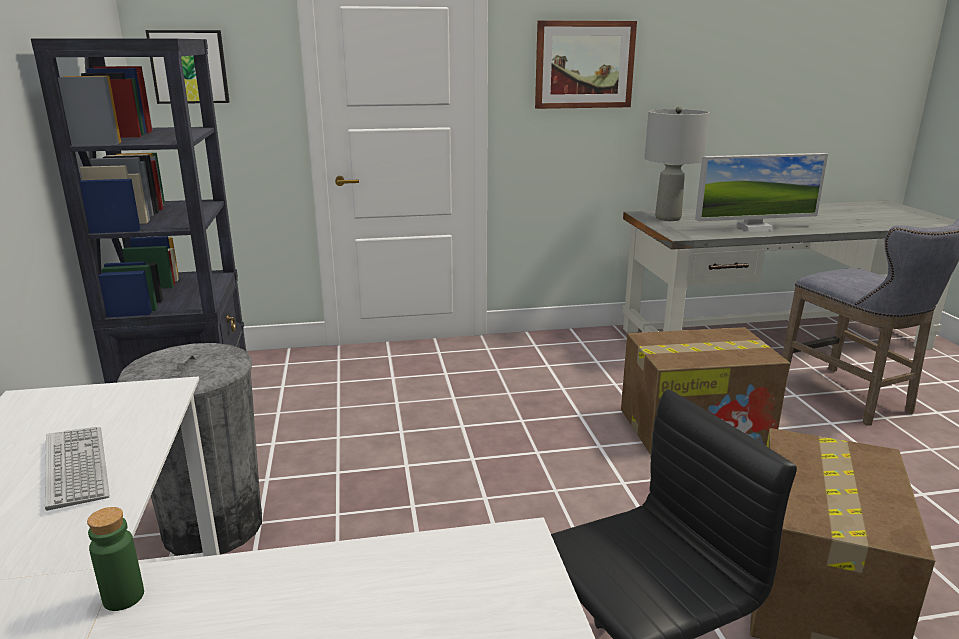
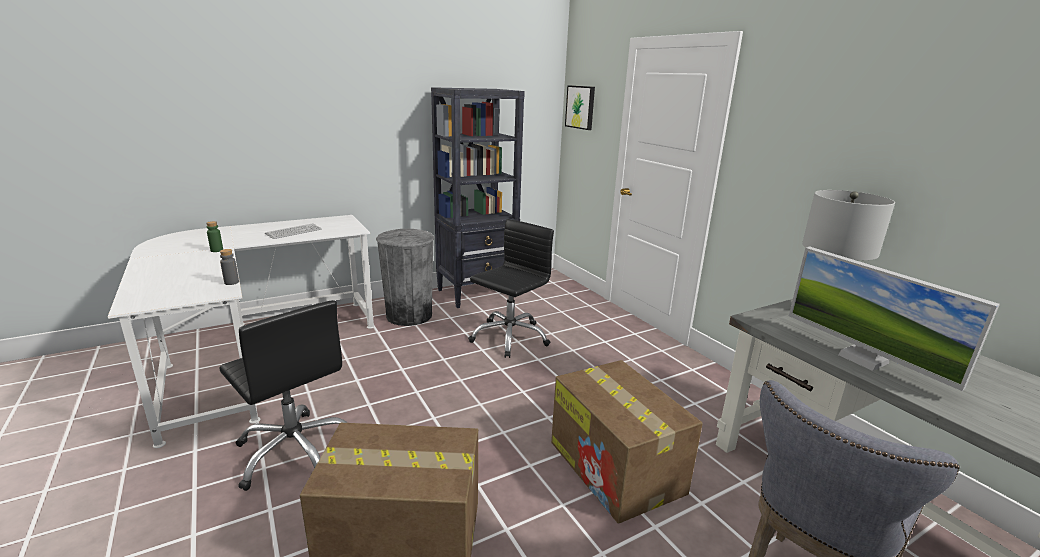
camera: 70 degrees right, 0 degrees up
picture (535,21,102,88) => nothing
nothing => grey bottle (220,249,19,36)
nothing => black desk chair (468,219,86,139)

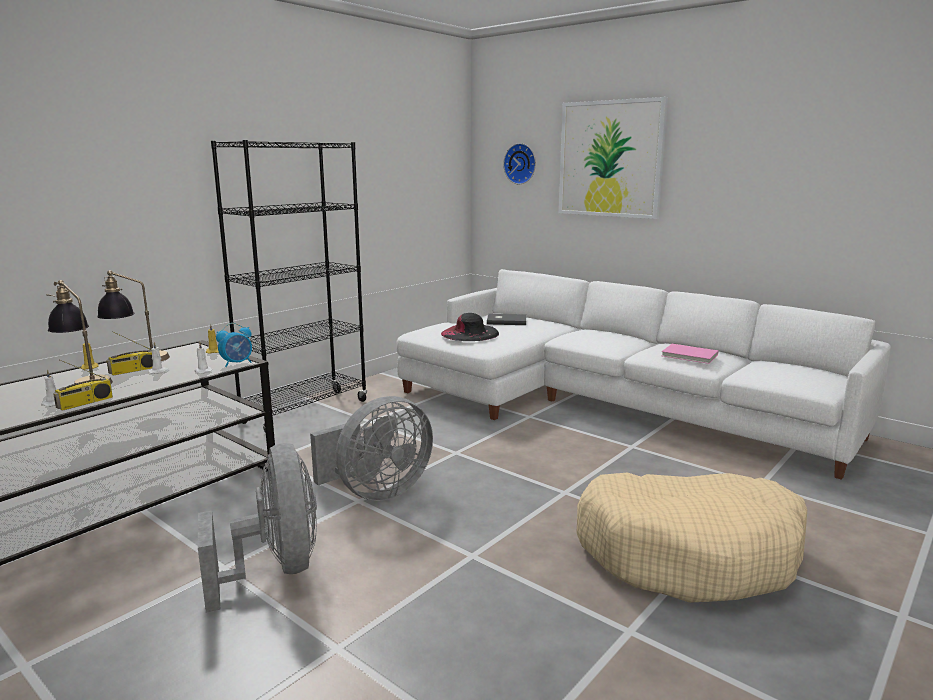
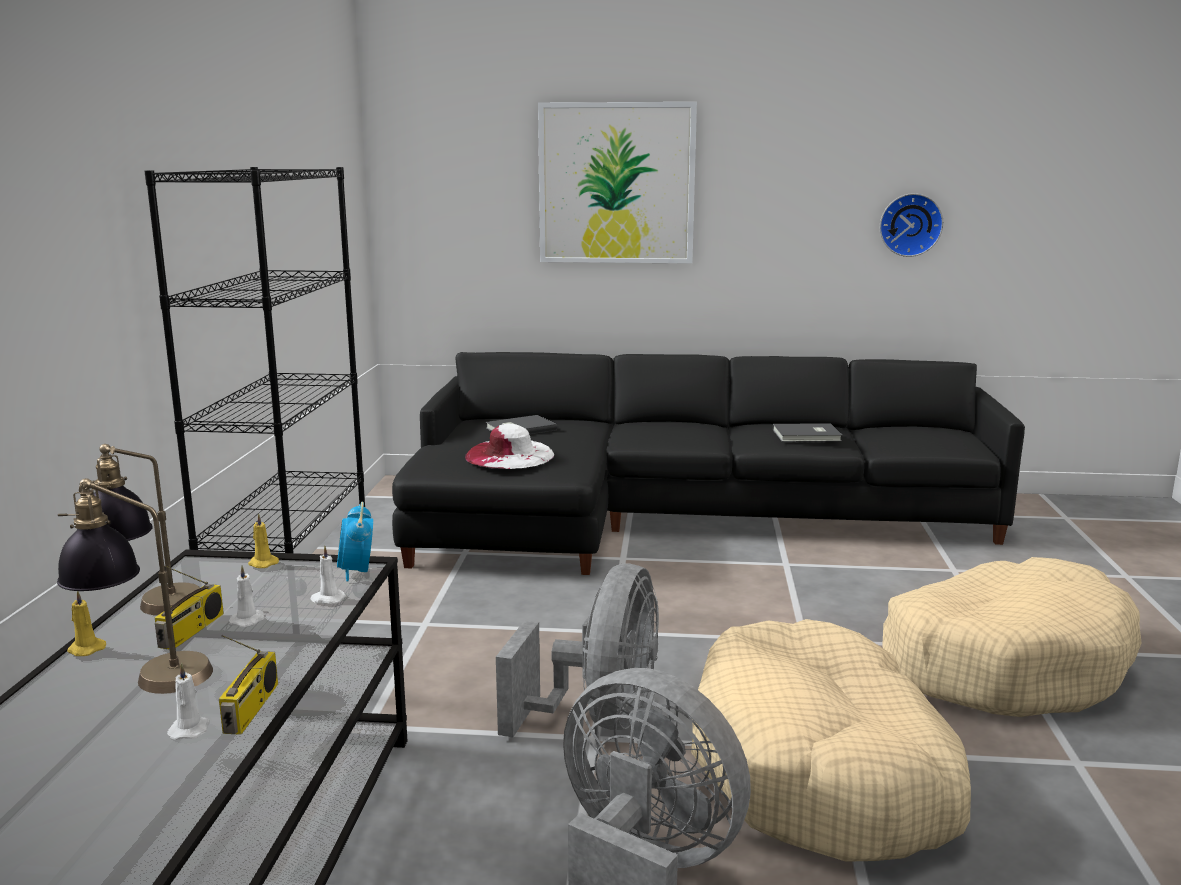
camera: 35 degrees left, 0 degrees up
nothing => beige-coloured dog cushion (691,619,280,243)
clock on the wall (503,143,33,41) => clock on the wall (880,193,63,64), moved
whitish settee (396,269,495,211) => black settee (392,352,633,223)
black hat (441,313,58,28) => whitish hat (465,424,89,45)
pink-coloured volume (662,344,57,20) => grey volume (773,423,69,19)
bedside clock (216,323,36,44) => bedside clock (337,502,36,79), 150 degrees clockwise

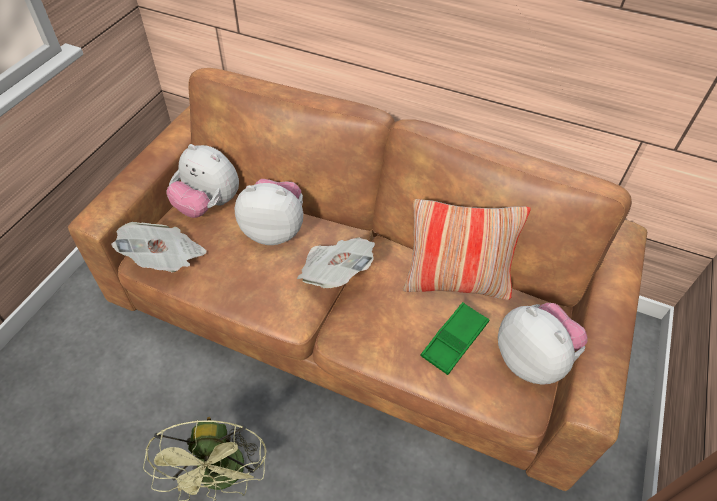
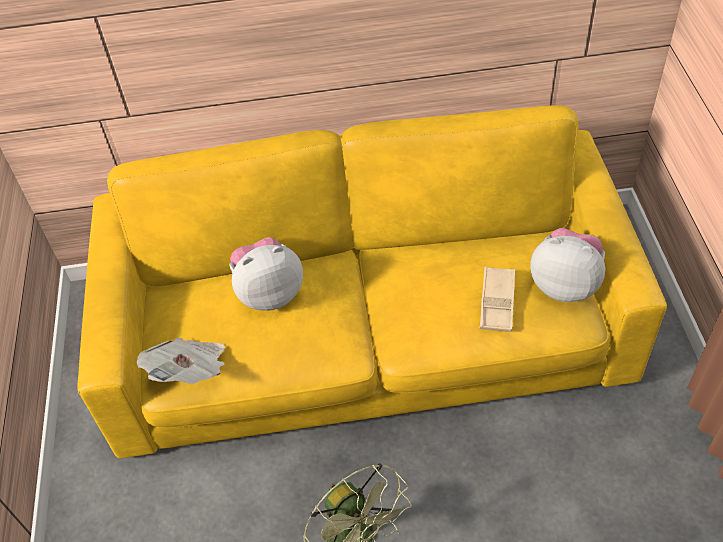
camera: 25 degrees left, 0 degrees up
plush toy (167,144,72,74) => nothing
printed paper (297,237,78,51) => nothing
throw pillow (403,199,128,101) => nothing
brown-coloured settee (68,68,579,423) => yellowish settee (78,105,589,353)
greenish tray (420,302,69,73) => beige-coloured tray (479,267,36,65)

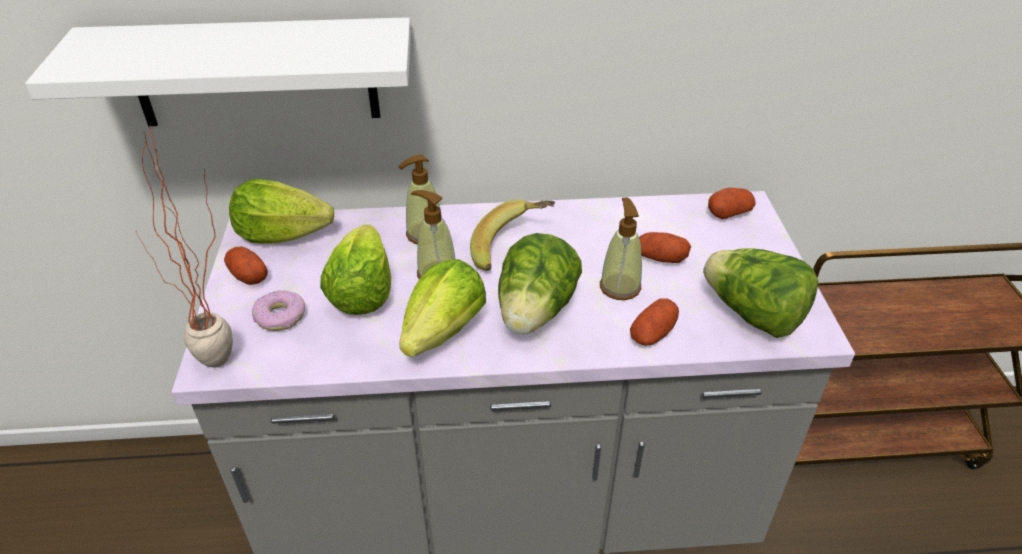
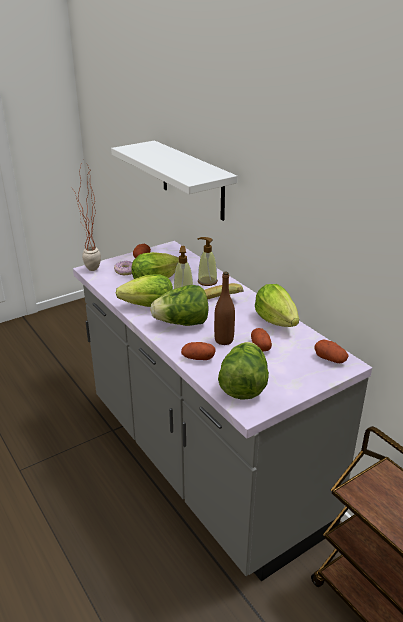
camera: 60 degrees right, 10 degrees down
lettuce head (229,179,105,65) => lettuce head (255,284,44,43), moved
liquid soap bottle (600,197,42,103) => brown-coloured bottle (214,271,21,74)

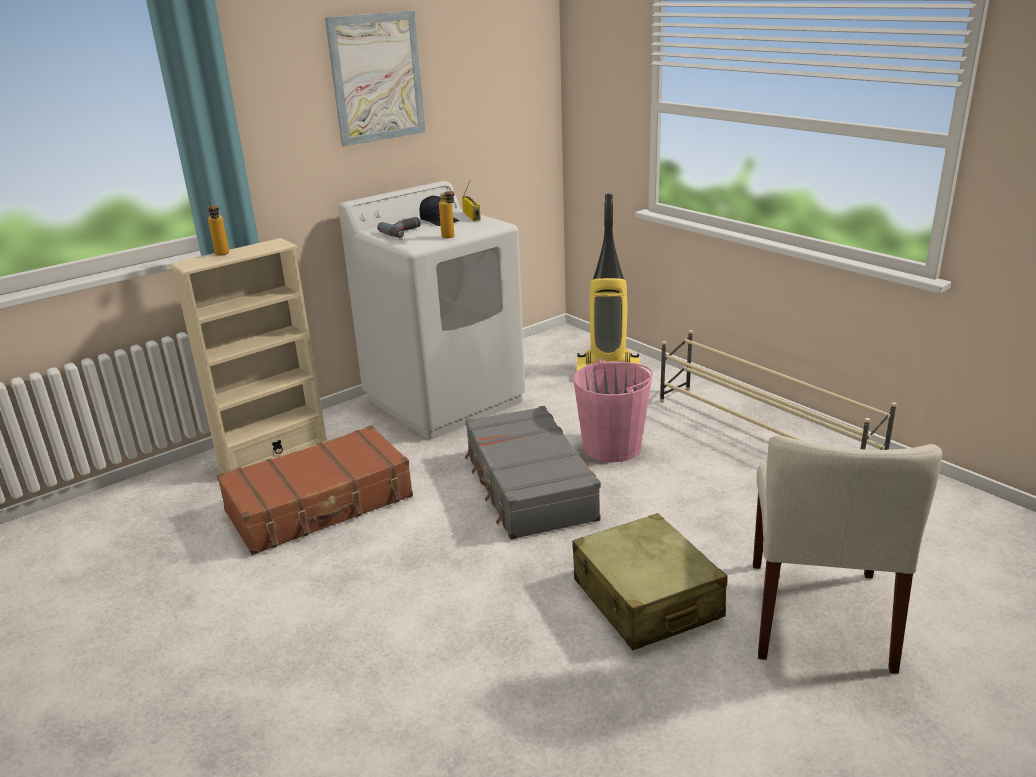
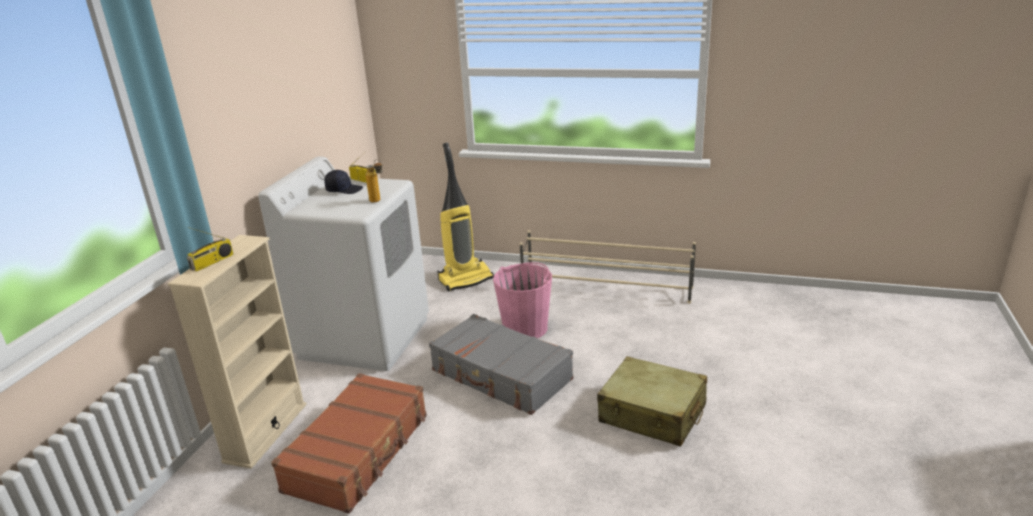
camera: 35 degrees left, 0 degrees up
picture (325,10,101,136) => nothing
drill (377,217,44,21) => nothing
beige-coloured plain chair (753,435,189,239) => nothing
bottle (208,200,21,56) => radio (187,227,47,44)

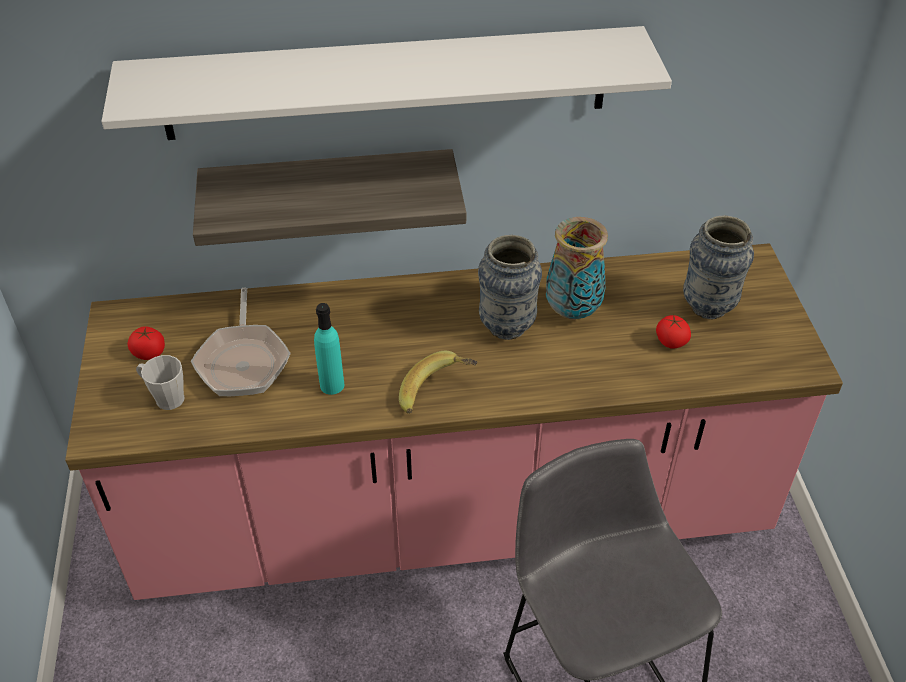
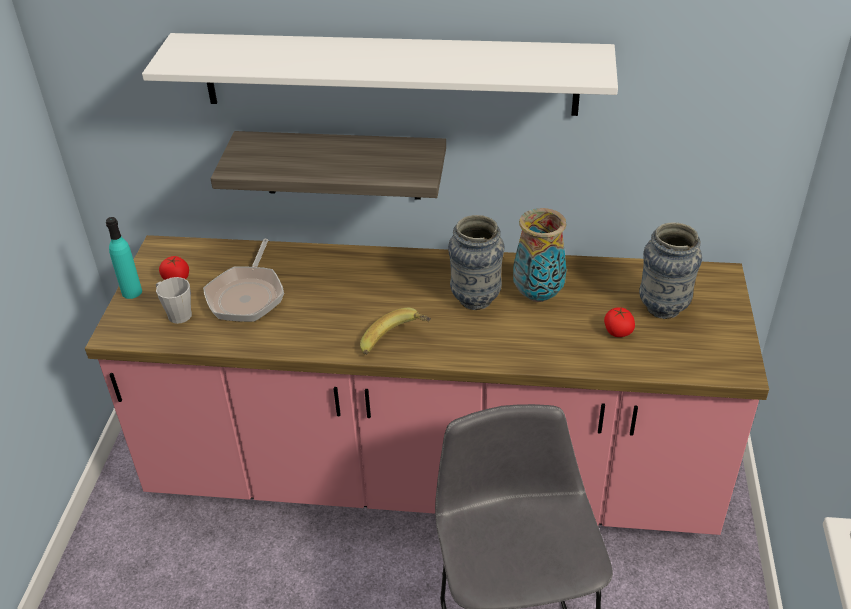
camera: 15 degrees right, 5 degrees down
turquoise-coloured bottle (314,303,30,92) => turquoise-coloured bottle (106,217,36,82), moved

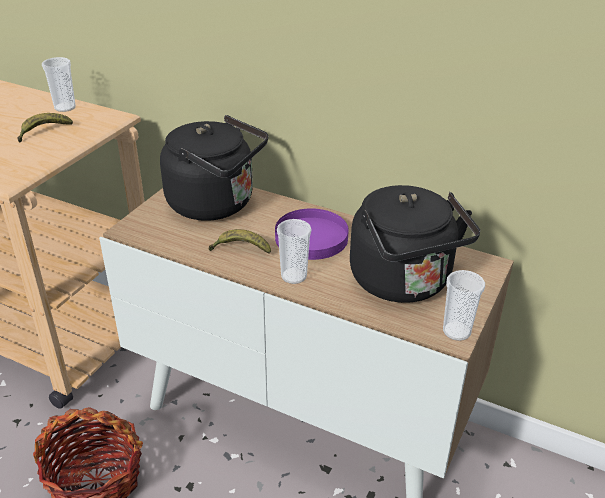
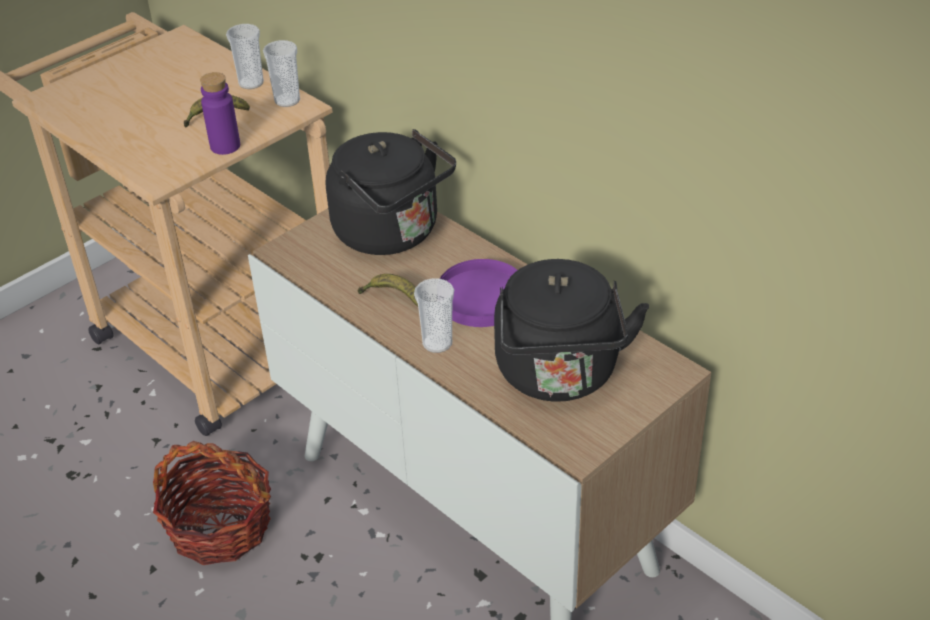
camera: 20 degrees right, 5 degrees up
nothing => purplish bottle (200,72,40,83)
cup (443,270,42,71) => cup (263,40,37,67), moved

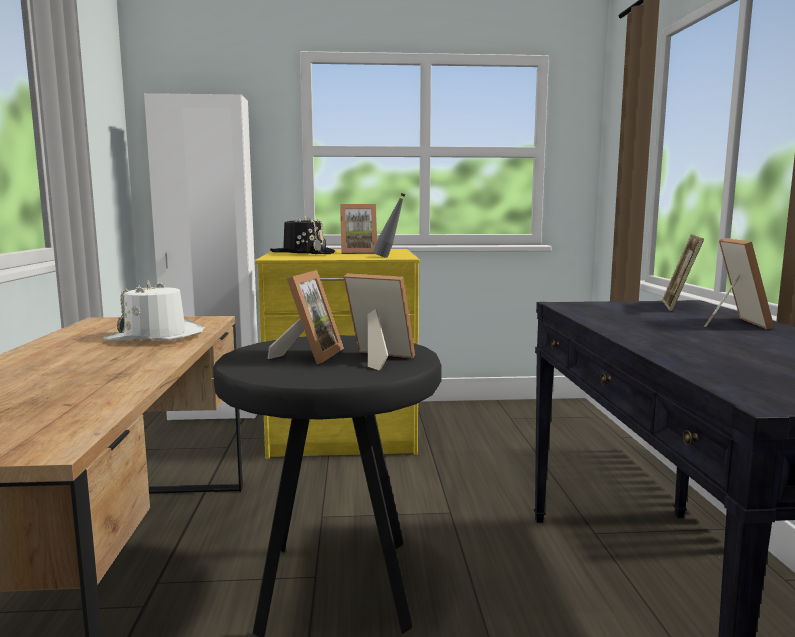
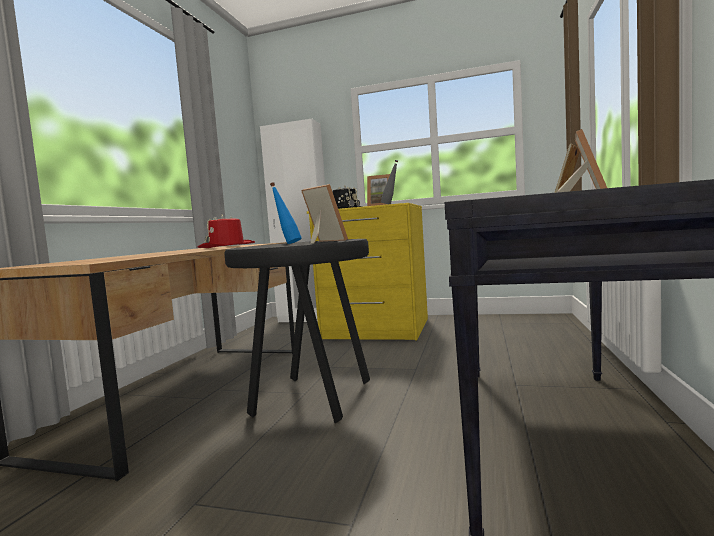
camera: 20 degrees right, 5 degrees down
photo frame (268,270,76,94) => blue-coloured bottle (270,182,32,62)
whitish hat (103,280,102,61) => red-coloured hat (197,215,58,33)

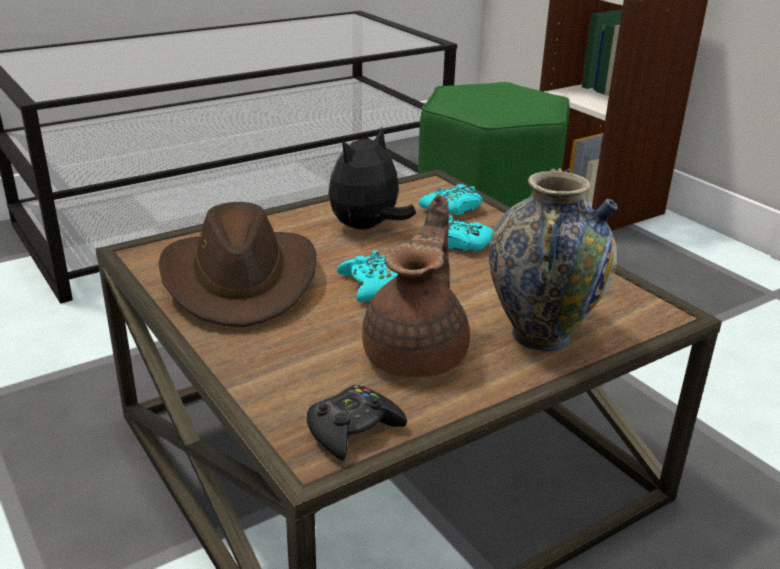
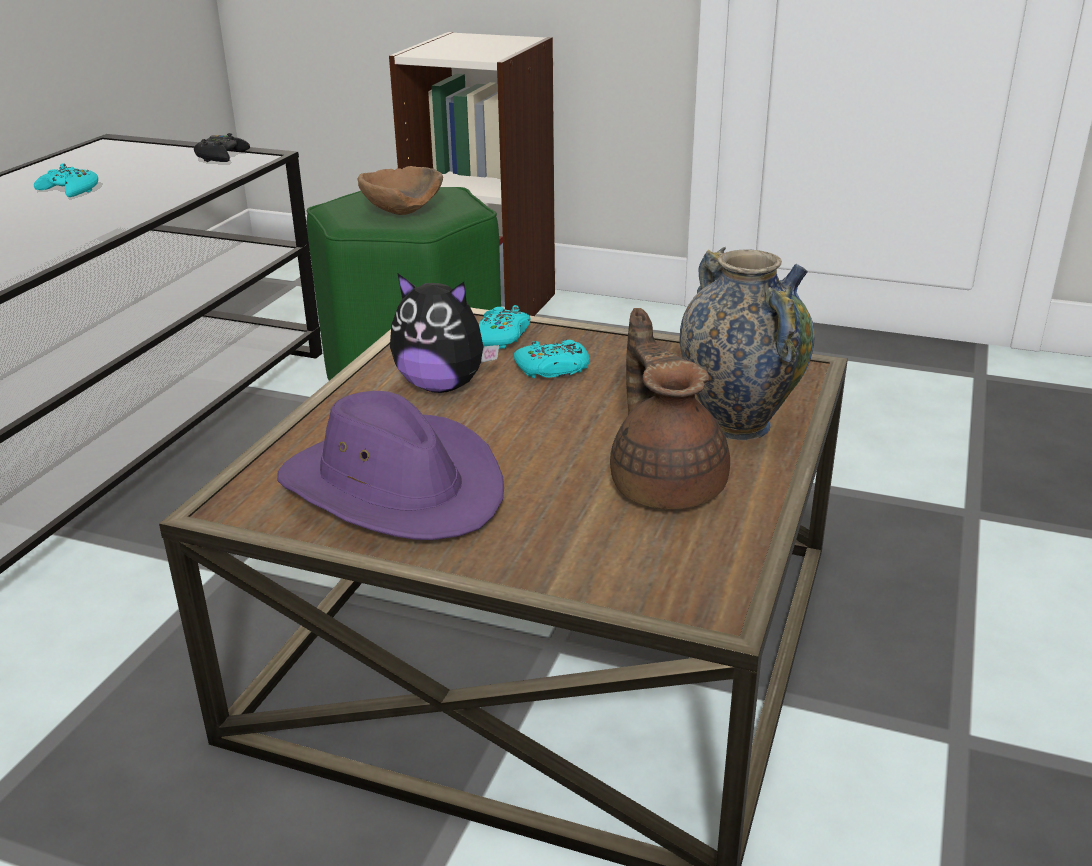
camera: 35 degrees left, 0 degrees up
nothing => brown-coloured serving bowl (357,166,86,49)
black gamepad (307,385,100,75) => black gamepad (194,133,56,29), moved
turquoise-coloured gamepad (337,250,61,52) => turquoise-coloured gamepad (34,163,64,34), moved
brown-coloured hat (159,202,157,125) => purplish hat (277,391,227,149)
plush toy (328,127,88,102) => plush toy (390,274,109,119), 75 degrees counterclockwise

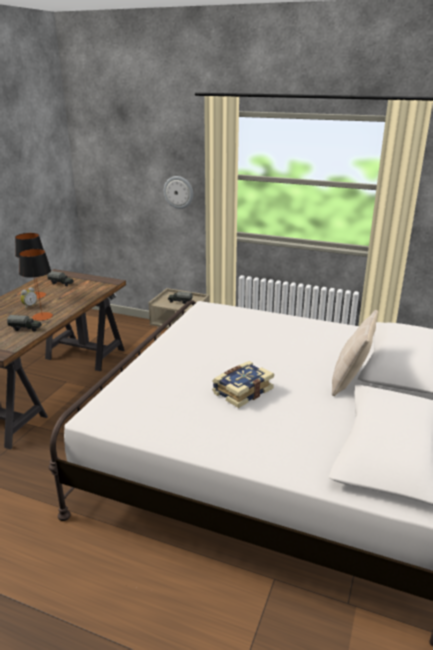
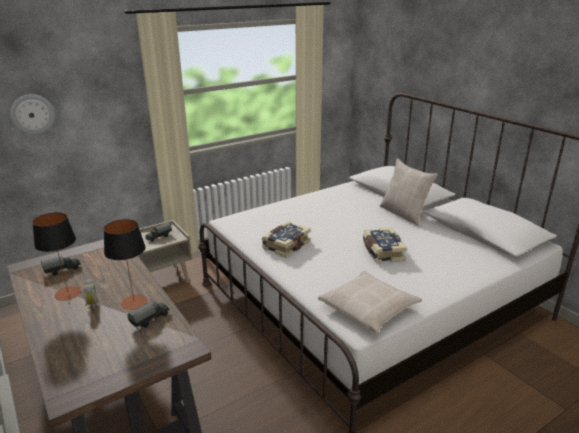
camera: 55 degrees left, 0 degrees up
nothing => volume (262,221,49,37)
nothing => beige-coloured throw pillow (318,270,104,63)
clock on the wall (164,176,29,33) => clock on the wall (10,94,45,41), moved

